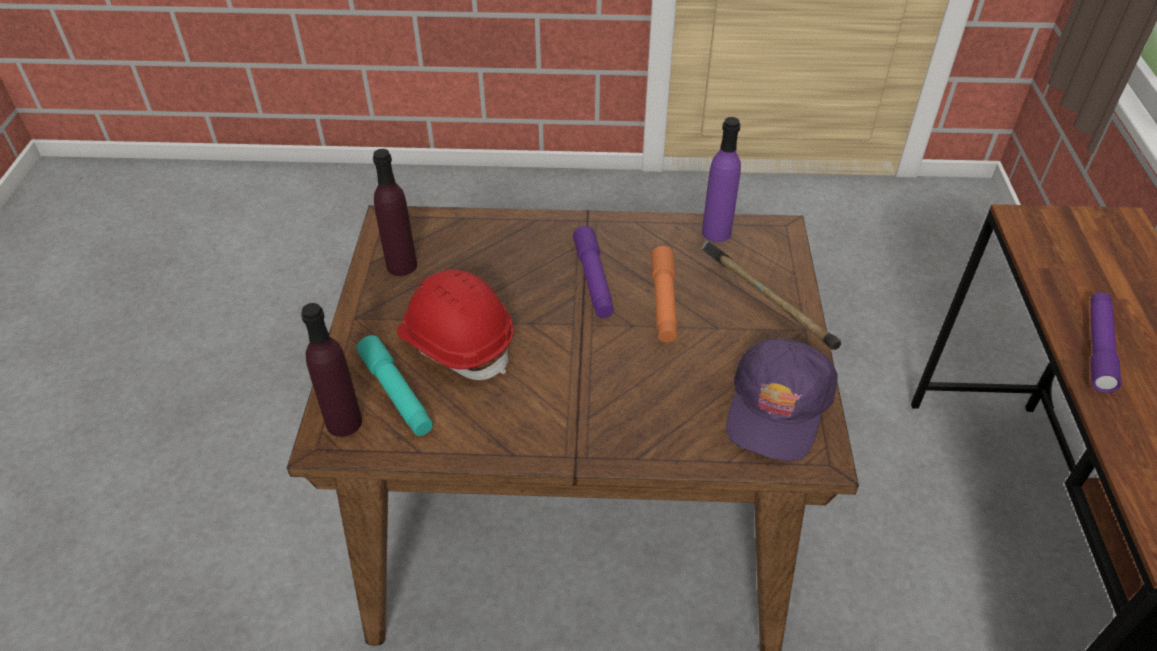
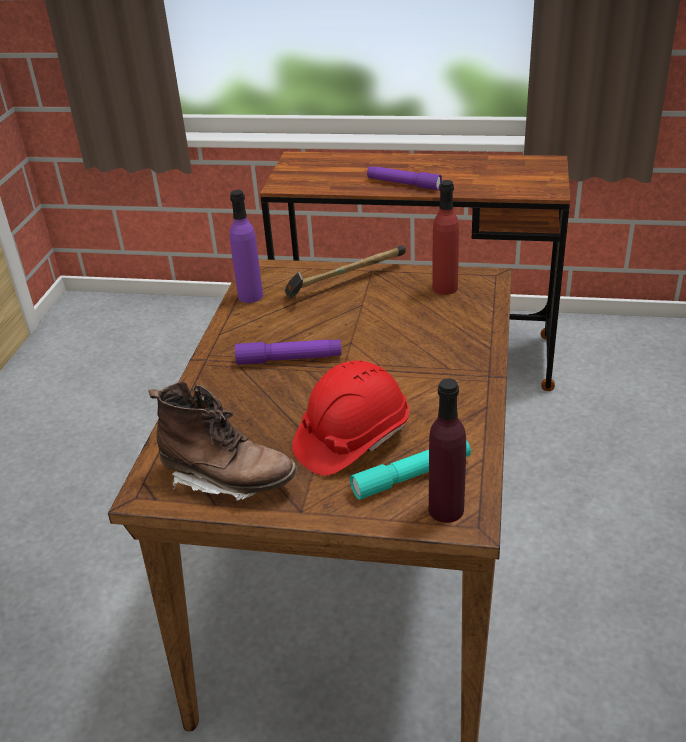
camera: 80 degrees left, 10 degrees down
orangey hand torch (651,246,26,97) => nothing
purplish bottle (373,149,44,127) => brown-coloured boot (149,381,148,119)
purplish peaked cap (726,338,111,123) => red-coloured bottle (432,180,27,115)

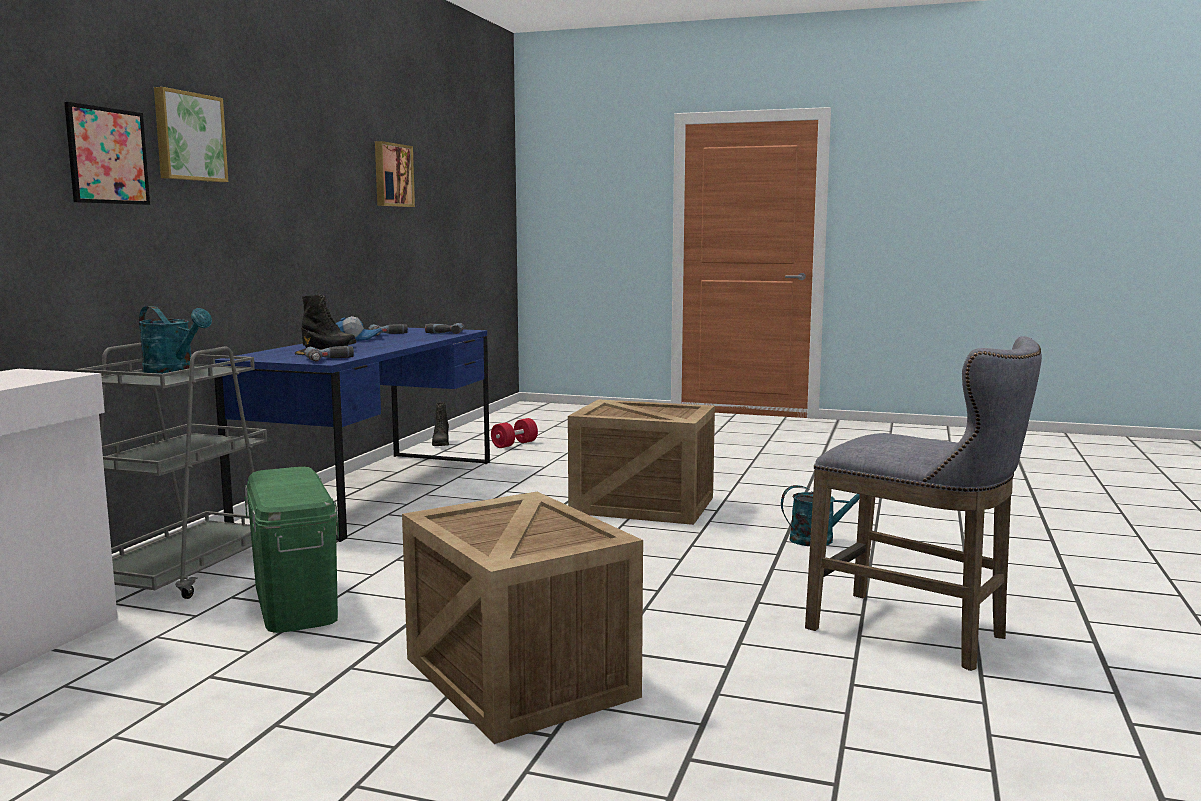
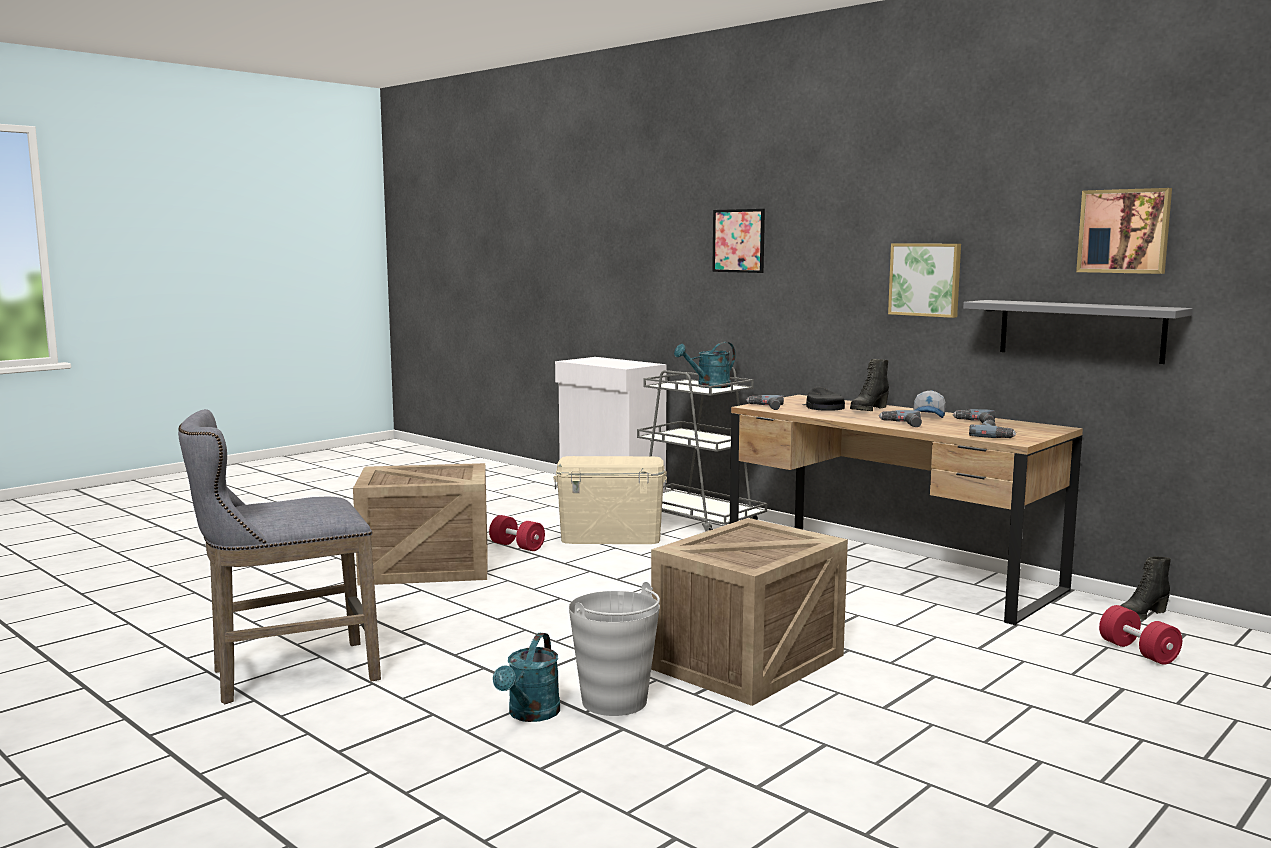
camera: 115 degrees right, 0 degrees up
nothing => red-coloured free weight (489,515,56,36)
nothing => grey bucket (569,582,91,134)
nothing => drill (879,410,43,17)
nothing => grey bracket shelf (963,300,230,64)
picture (154,87,74,95) => picture (888,244,73,74), moved
blue-coloured desk unit (214,328,276,214) => brown-coloured desk unit (730,395,353,230)
greenish storage box (244,467,95,166) => beige-coloured storage box (554,456,113,88)
black boot (432,403,17,43) => black boot (1120,556,51,64), 45 degrees counterclockwise

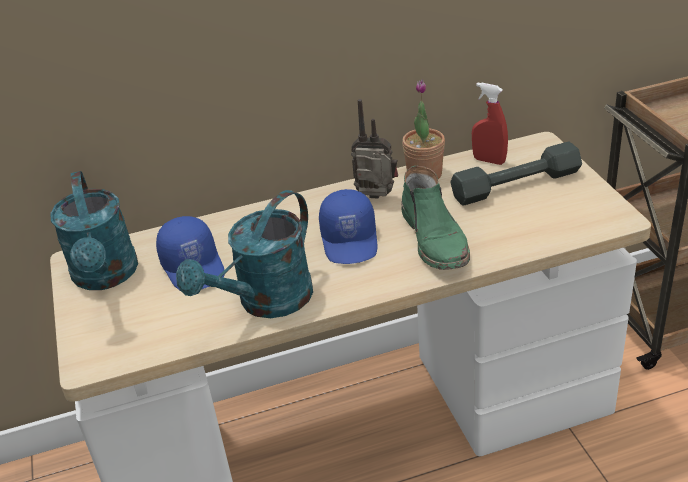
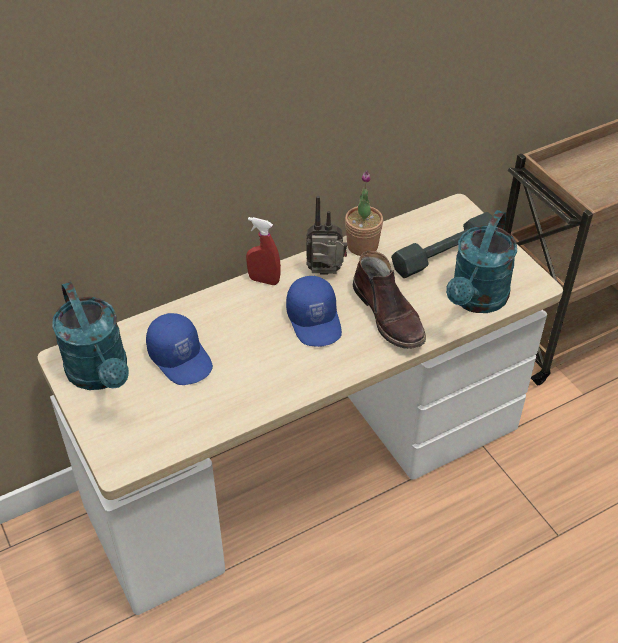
camera: 15 degrees left, 10 degrees up
turquoise-coloured watering pot (176,190,137,128) => turquoise-coloured watering pot (446,210,71,103), moved
red-coloured spray bottle (472,82,36,83) => red-coloured spray bottle (246,217,35,68), moved
greenish boot (401,166,69,104) => brown-coloured boot (353,251,73,98)

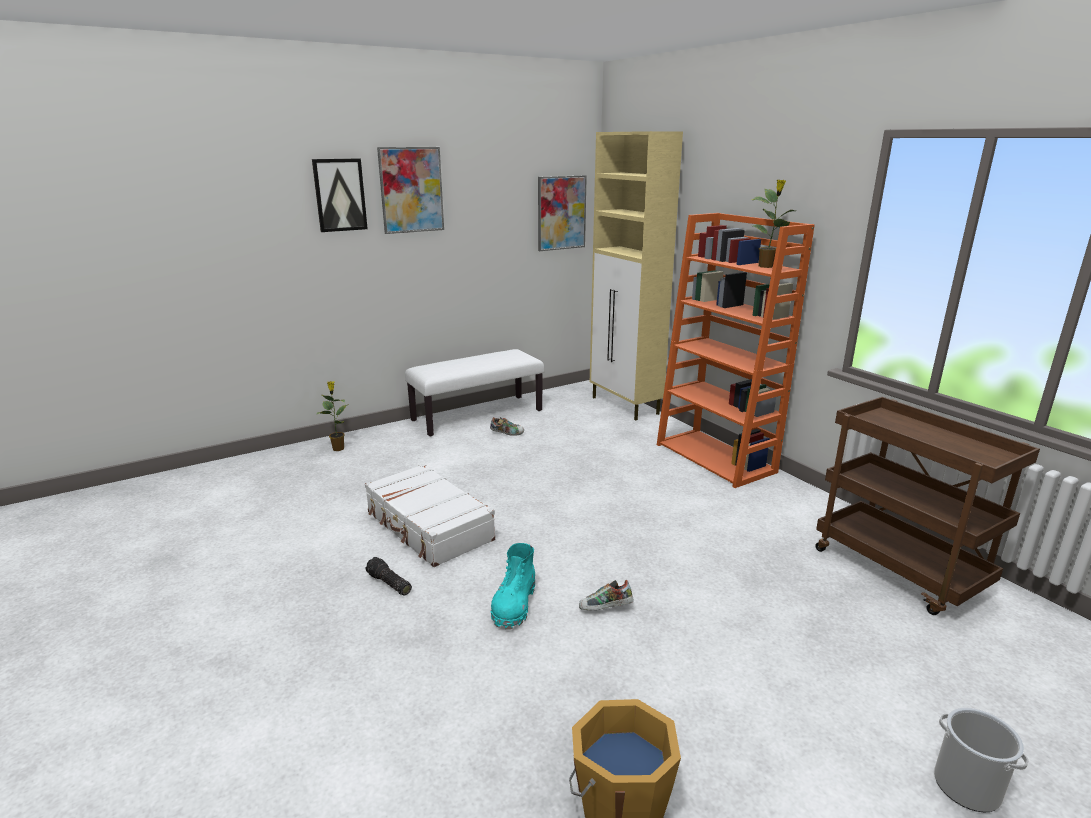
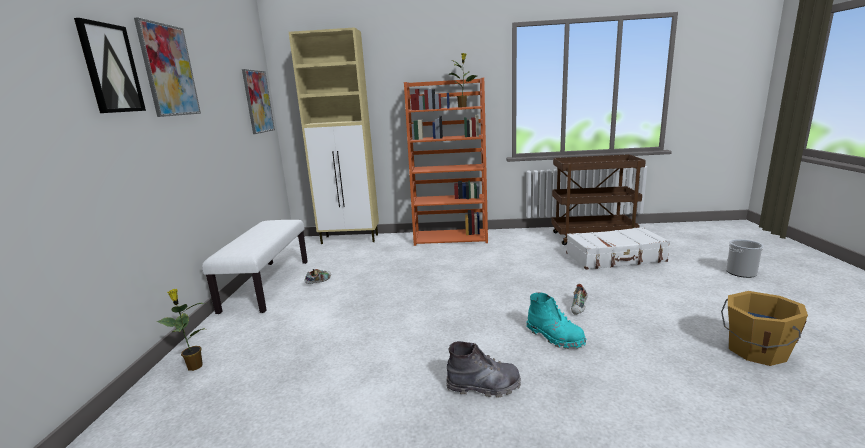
camera: 55 degrees left, 5 degrees down
whitish piece of luggage (365,464,130,103) => whitish piece of luggage (566,227,104,43), moved
hand torch (366,557,46,39) => grey boot (446,341,75,57)

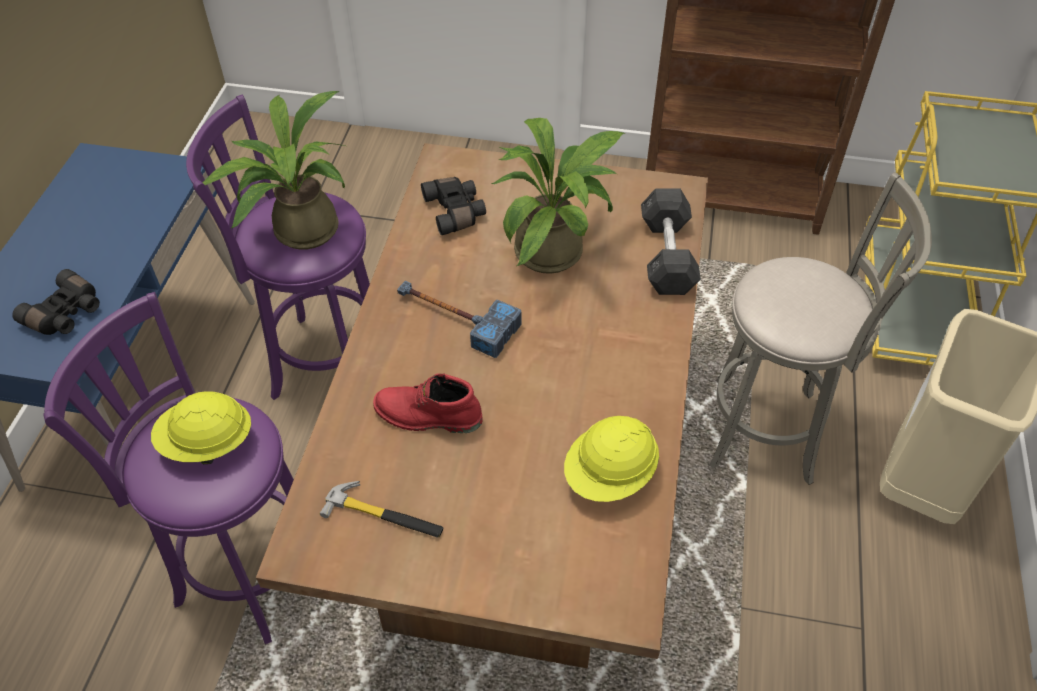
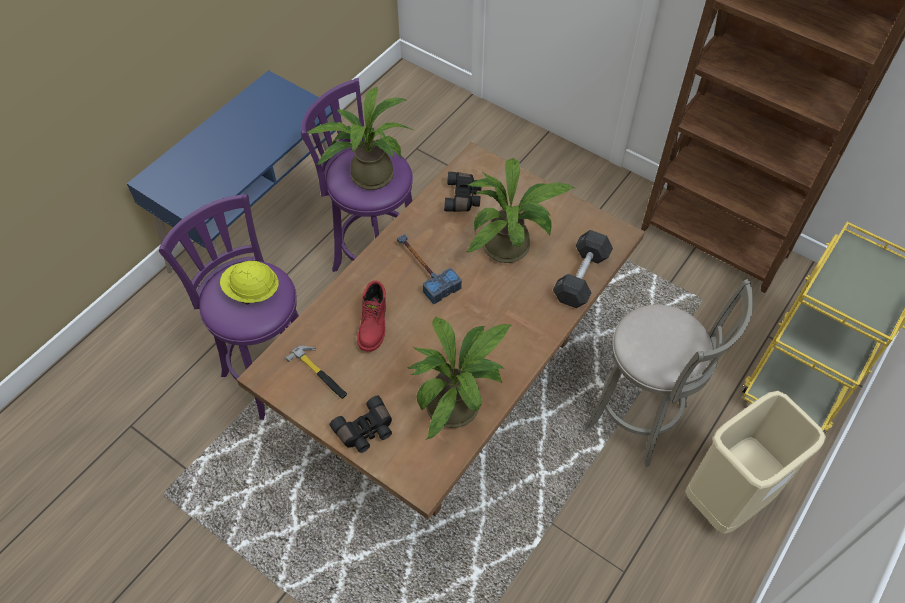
camera: 25 degrees right, 5 degrees up
black field glasses (12,269,88,66) => black field glasses (330,396,62,57), moved
yellowish safety helmet (564,416,95,86) => potted plant (407,316,105,124)
red-coloured boot (373,373,110,60) => red-coloured boot (357,280,29,72), 120 degrees counterclockwise

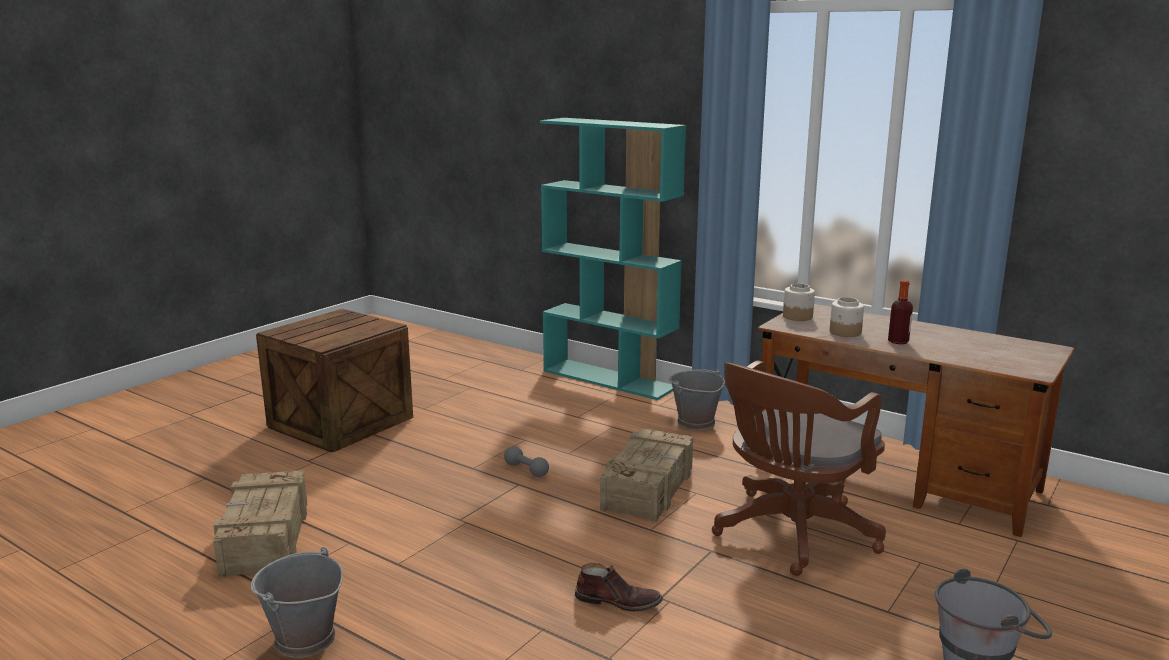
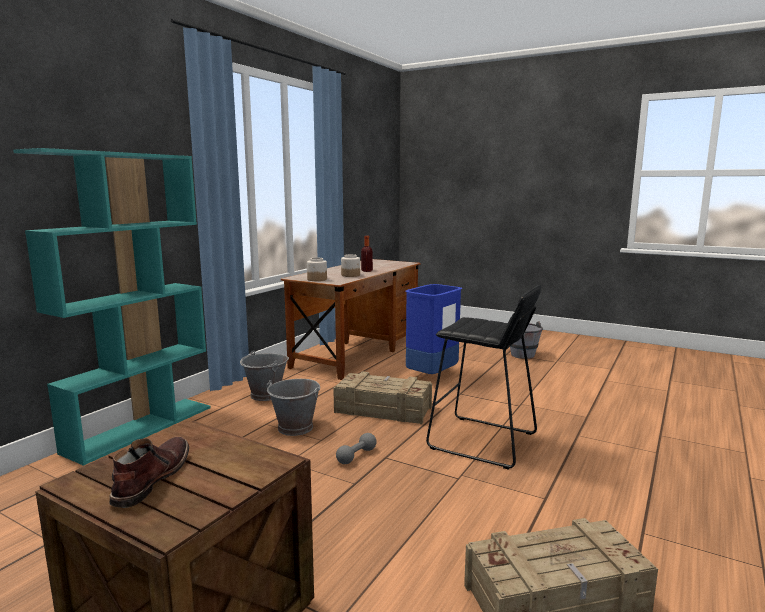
camera: 95 degrees left, 5 degrees down
nothing => black sitting stool (426,285,115,185)
grey bucket (250,547,93,111) => grey bucket (267,379,53,57), moved
brown-coloured boot (575,563,88,49) => brown-coloured boot (109,437,80,71), moved
brown-coloured desk chair (712,360,174,216) => blue-coloured trash can (406,284,56,90)

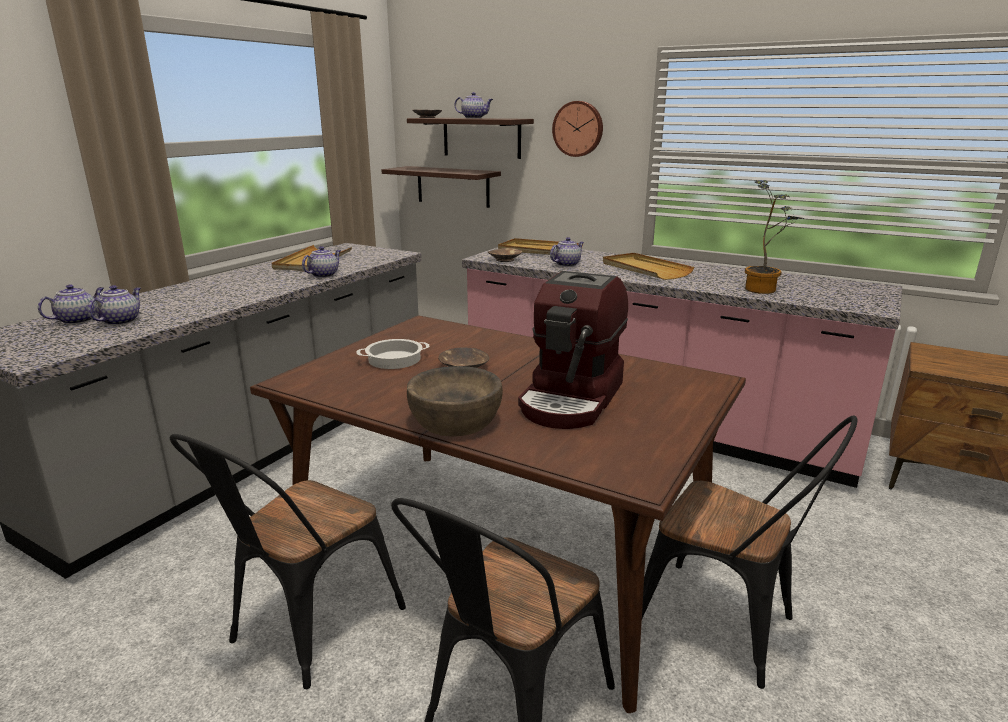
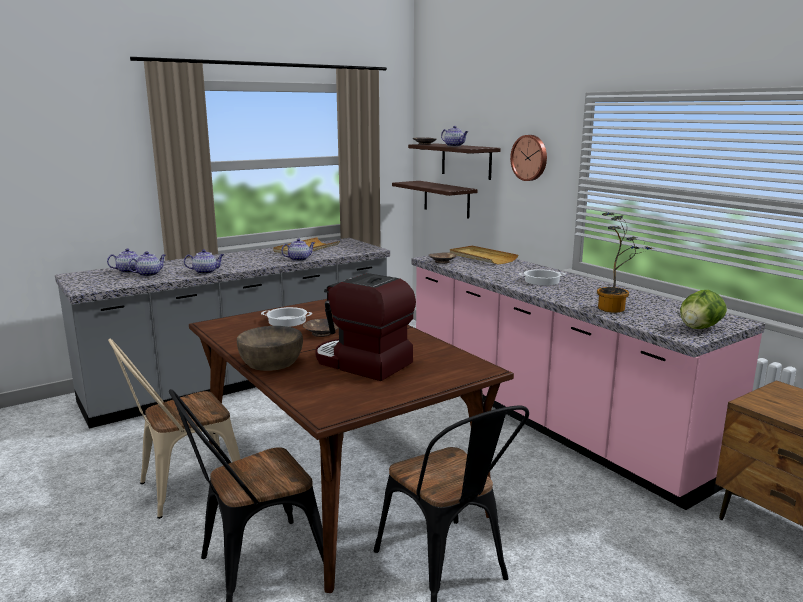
camera: 25 degrees right, 5 degrees down
nothing => lettuce head (680,290,47,39)
pot for tea (550,237,34,30) => pot for tea (184,249,40,25), moved
beige-coloured tray (603,253,91,27) => stockpot (519,269,46,17)
black plain chair (170,434,236,255) => beige-coloured plain chair (108,339,132,180)
coffee maker (518,271,110,158) => coffee maker (315,273,101,108), 75 degrees clockwise

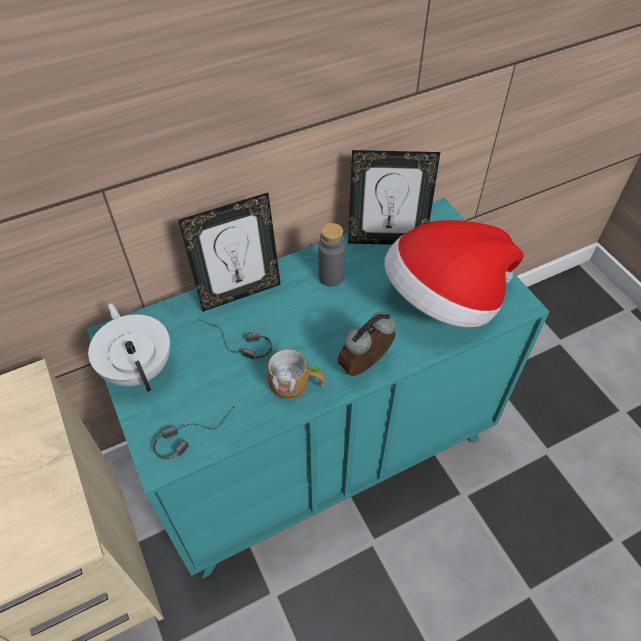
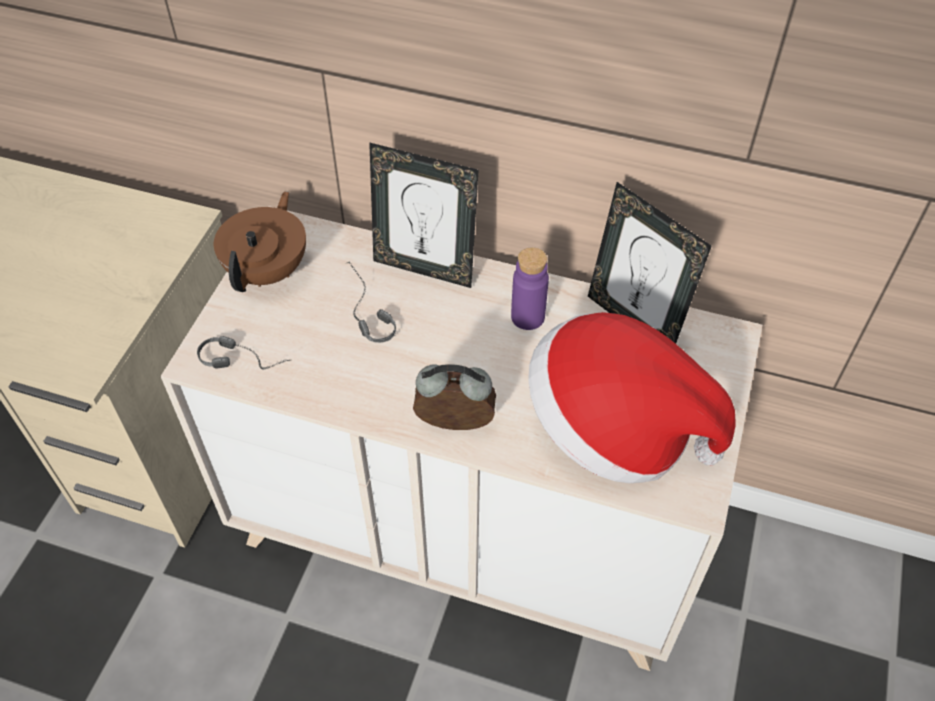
camera: 45 degrees right, 0 degrees up
mug (267,349,58,51) => nothing
turquoise-coloured chest of drawers (87,198,463,381) => beige-coloured chest of drawers (161,206,601,465)
whitish pot for tea (88,303,82,89) => brown-coloured pot for tea (214,191,92,101)
grey bottle (318,223,27,64) => purplish bottle (511,247,38,83)

